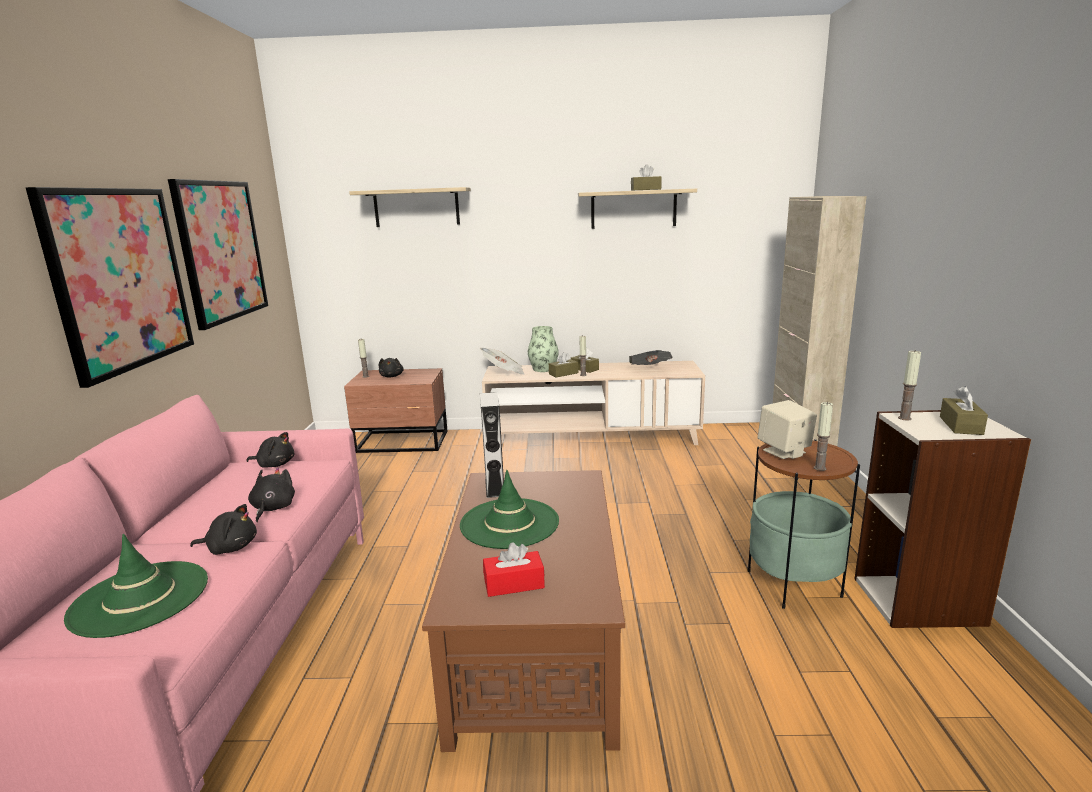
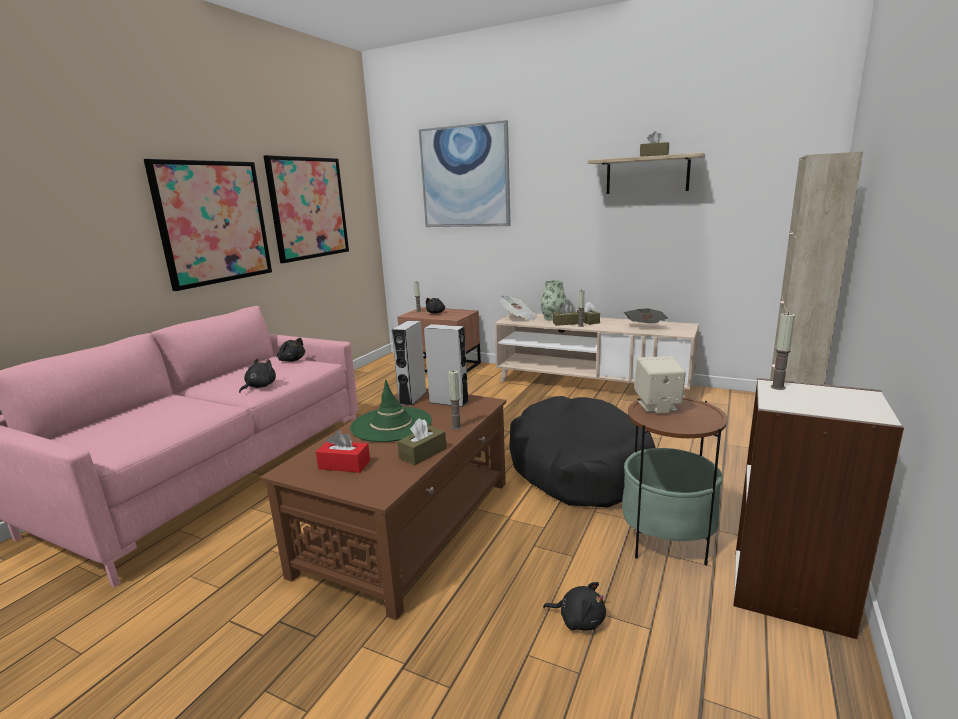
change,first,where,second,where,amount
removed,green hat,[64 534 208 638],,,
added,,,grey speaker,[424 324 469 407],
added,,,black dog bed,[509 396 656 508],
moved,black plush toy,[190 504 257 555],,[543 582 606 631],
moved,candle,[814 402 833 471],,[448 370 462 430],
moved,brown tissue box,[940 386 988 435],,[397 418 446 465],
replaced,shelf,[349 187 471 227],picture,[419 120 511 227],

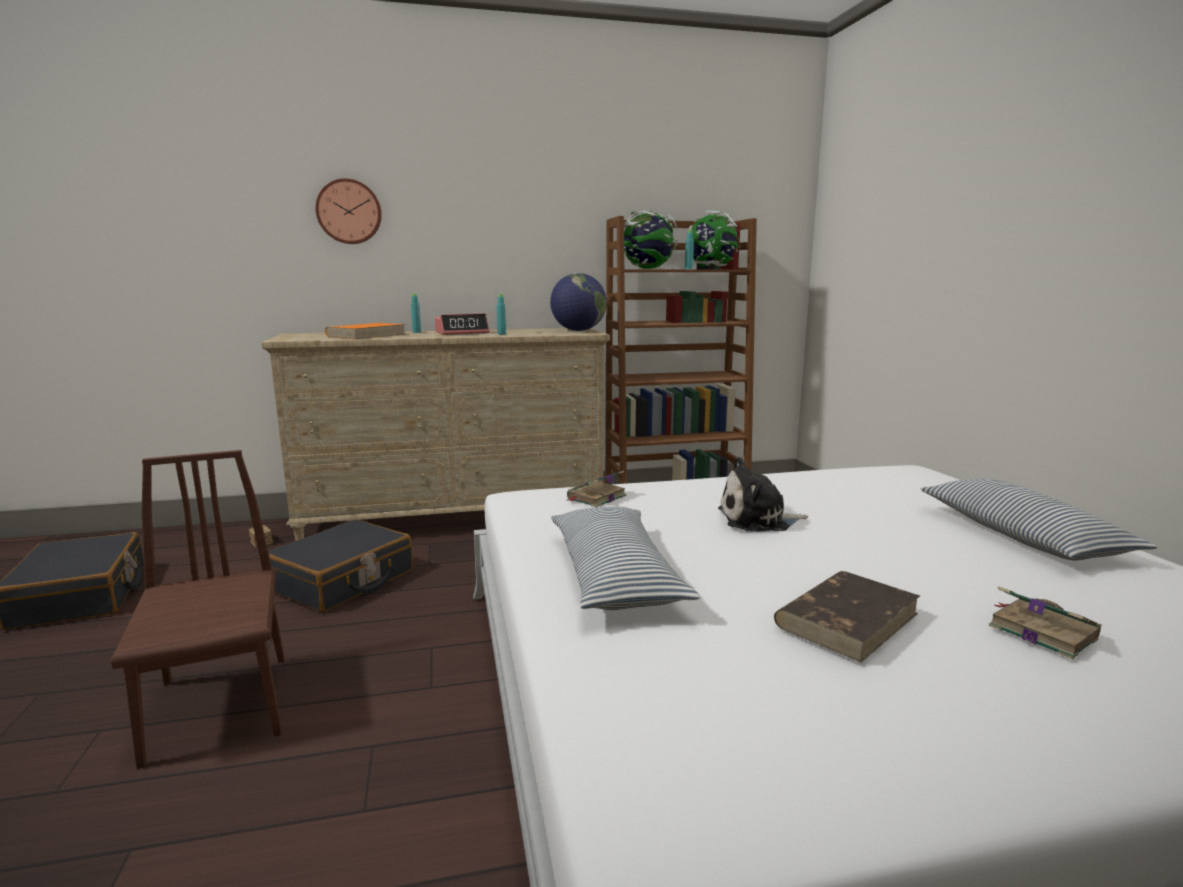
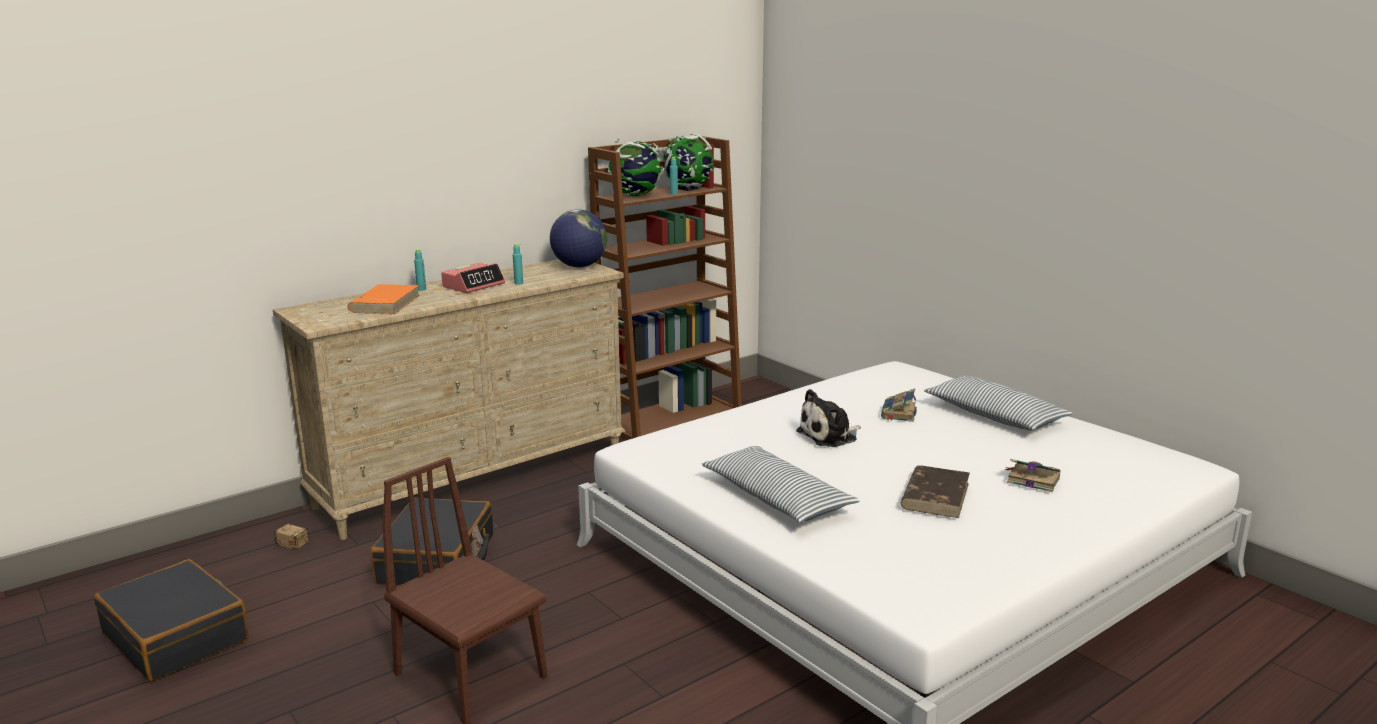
change,first,where,second,where,amount
removed,wall clock,[315 178 382 244],,,
moved,book,[567 470 627 508],,[881 388 917 422],

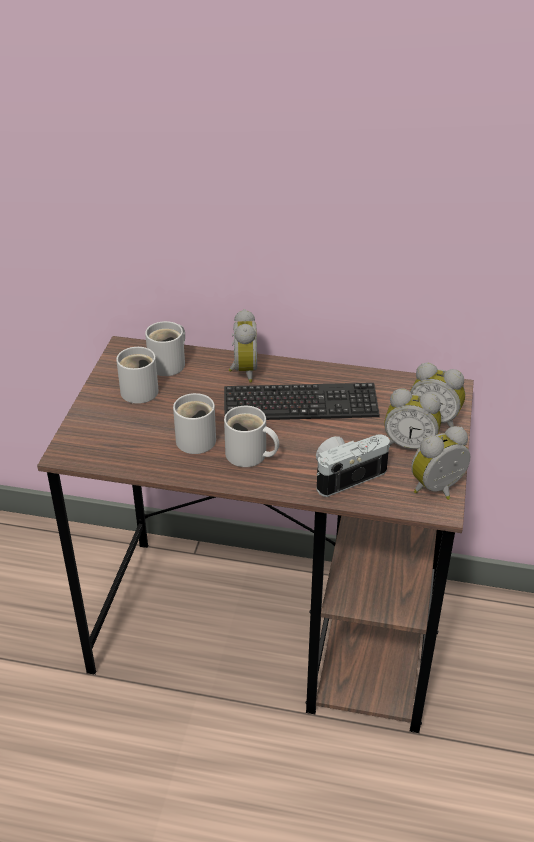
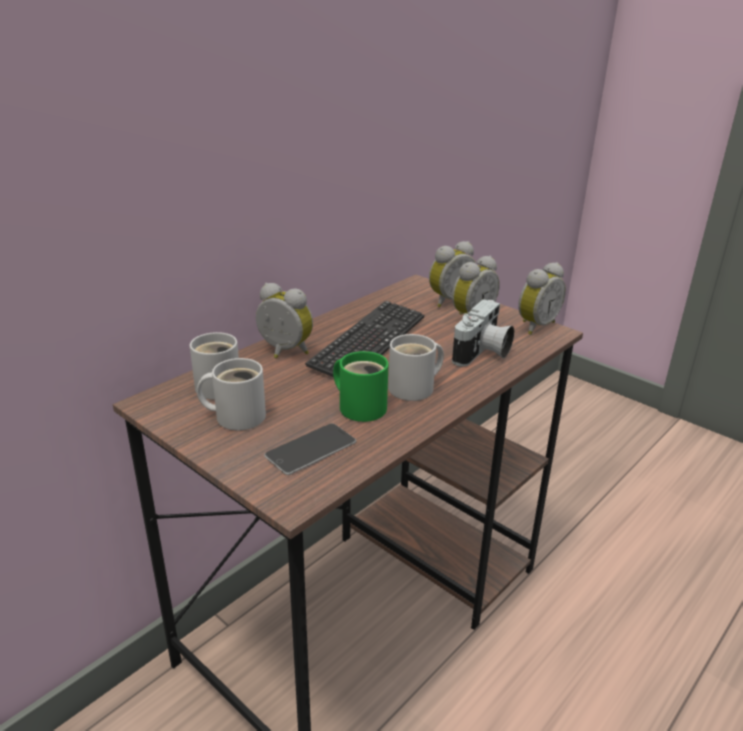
change,first,where,second,where,amount
added,,,phone,[264 423 356 475],
recoloured,white mug,[173 393 216 454],green mug,[333 351 389 422],
turned,photo camera,[316 434 390 497],,[452 299 514 366],150 degrees counterclockwise
turned,alarm clock,[411 426 470 500],,[518 262 566 335],135 degrees counterclockwise

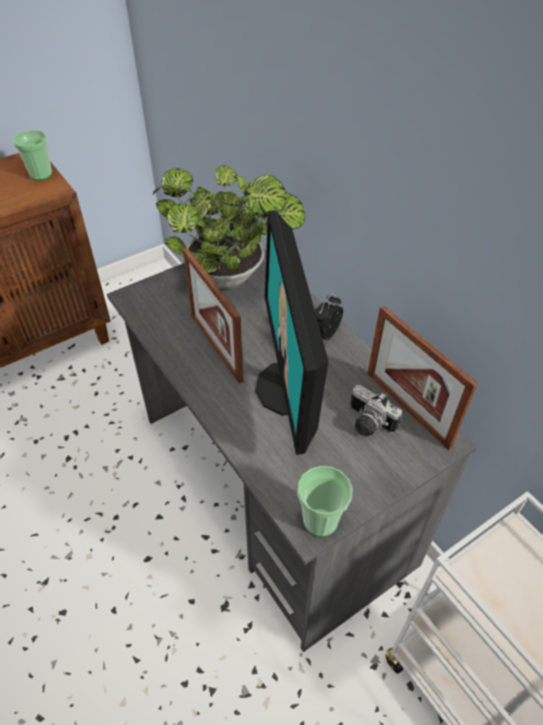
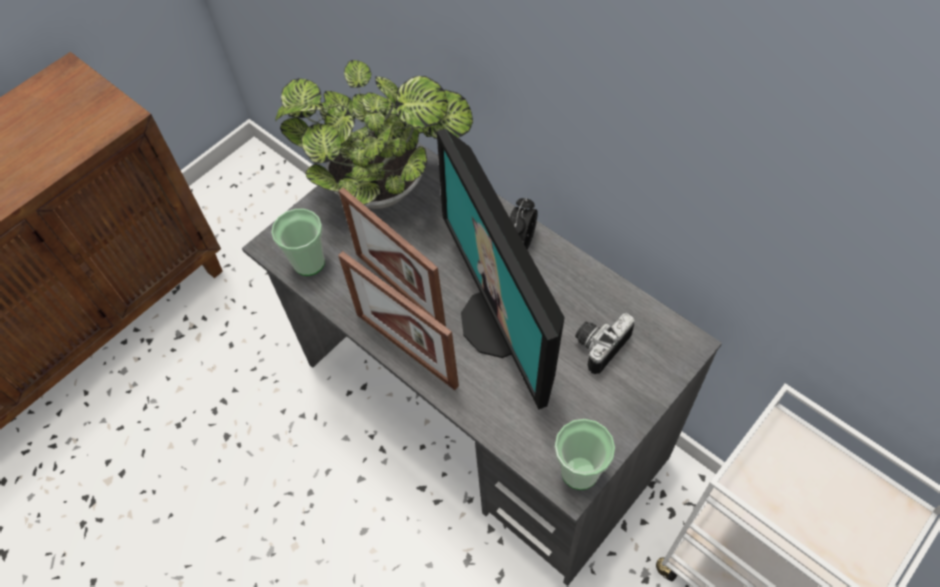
change,first,where,second,where,amount
moved,cup,[12 130 52 180],,[271 209 325 276],
moved,picture frame,[367 306 478 450],,[338 251 459 390],
turned,photo camera,[350 385 402 437],,[575 313 634 374],105 degrees clockwise

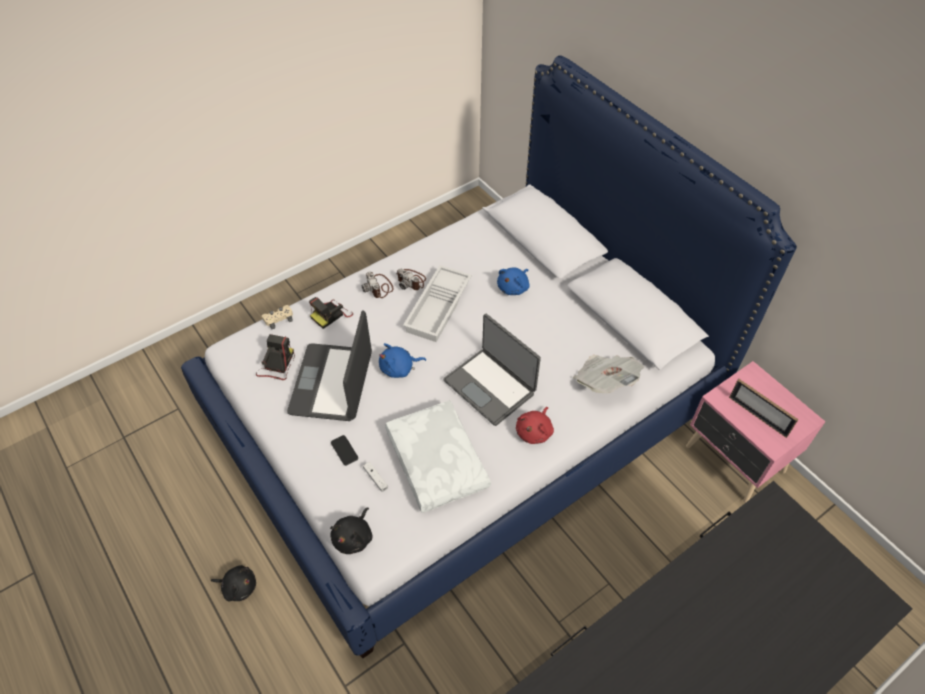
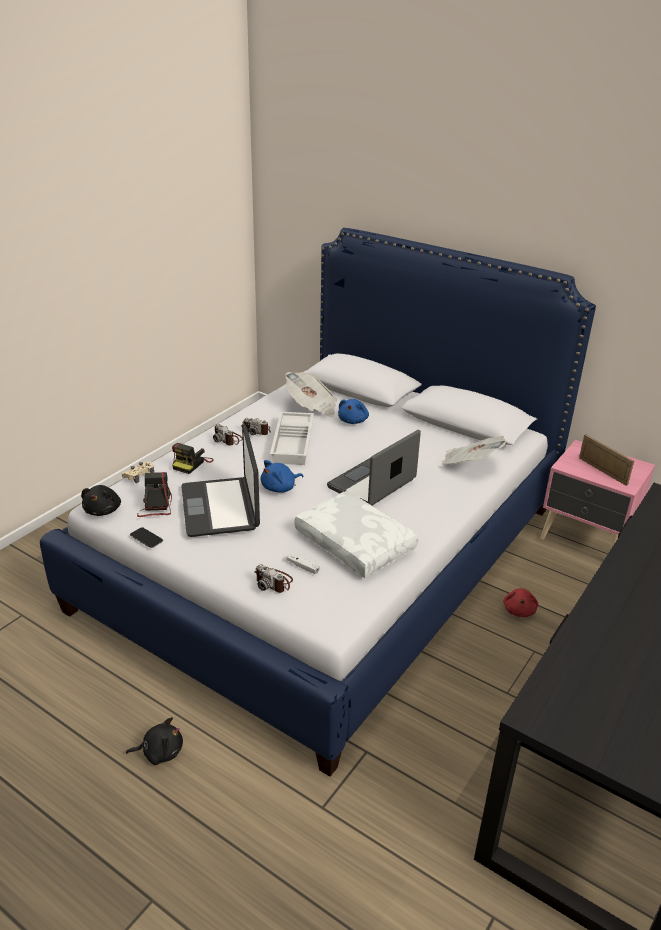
change,first,where,second,where,amount
added,,,photo camera,[254 564 293 593],
added,,,newspaper,[285 372 337 417],
moved,black plush toy,[330 508 373 554],,[81 485 121 516],
moved,phone,[331 435 358 466],,[130 527 163 548],
moved,red plush toy,[516 407 554 444],,[503 588 538 617],
turned,laptop,[443 314 541 426],,[327 430 421 505],105 degrees clockwise
turned,picture frame,[729 379 799 438],,[579 434 634 486],150 degrees counterclockwise

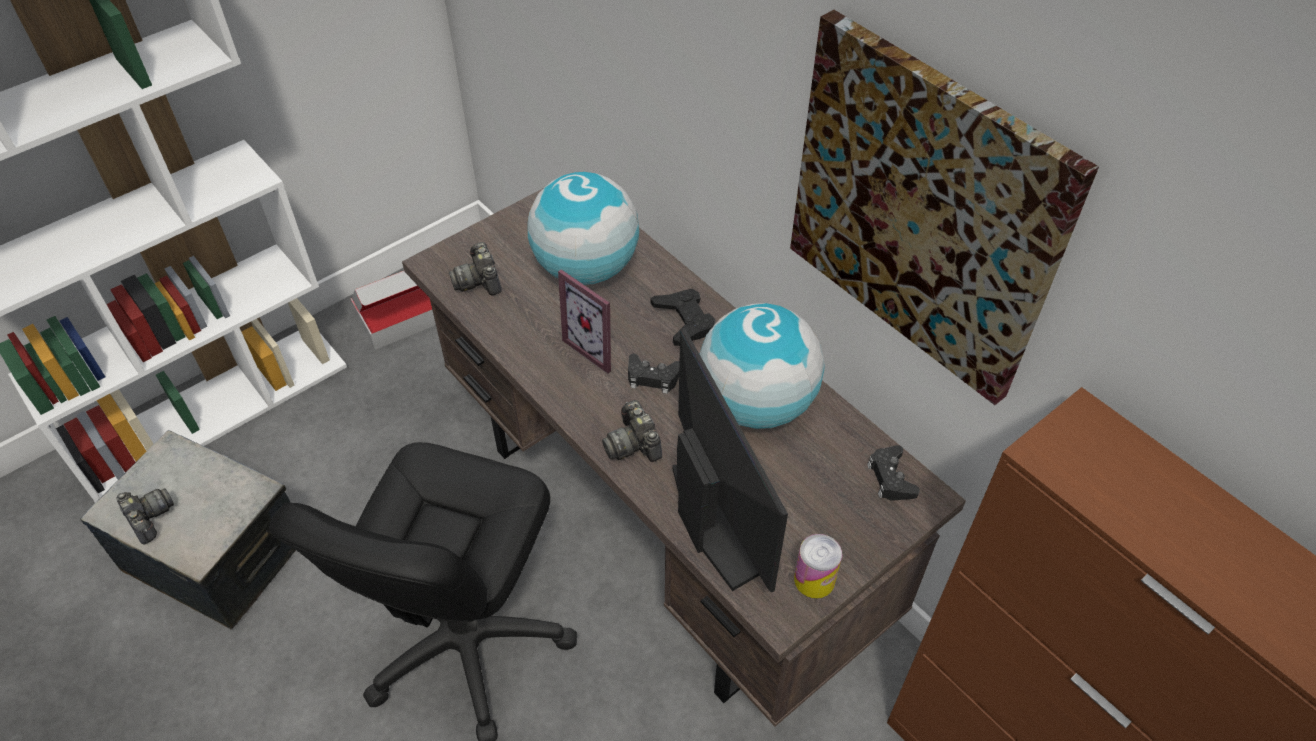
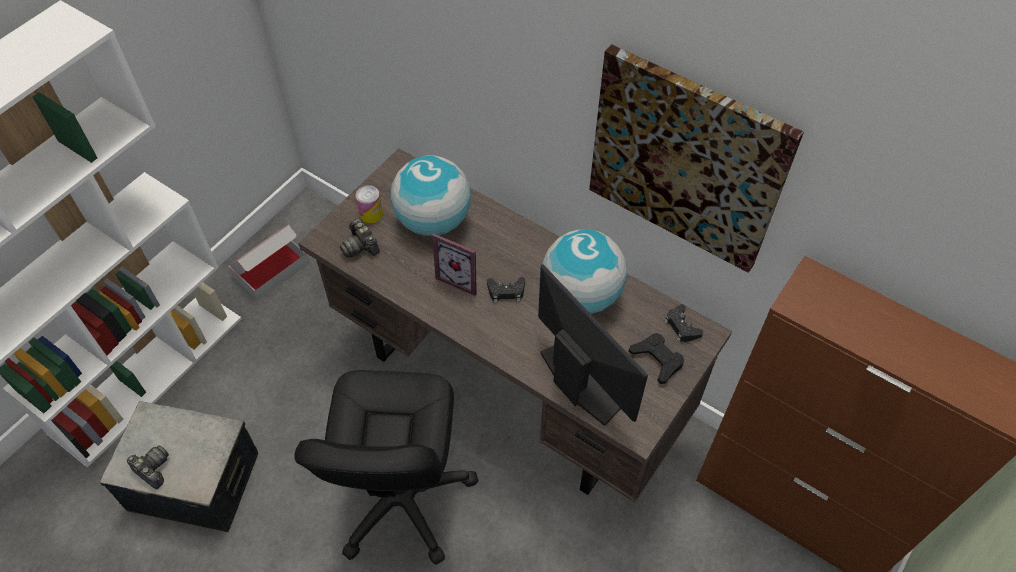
change,first,where,second,where,amount
removed,photo camera,[602 400 662 462],,,
moved,black game controller,[651 289 715 346],,[628 333 684 384],
moved,can,[794 534 842 599],,[356 185 383 224],

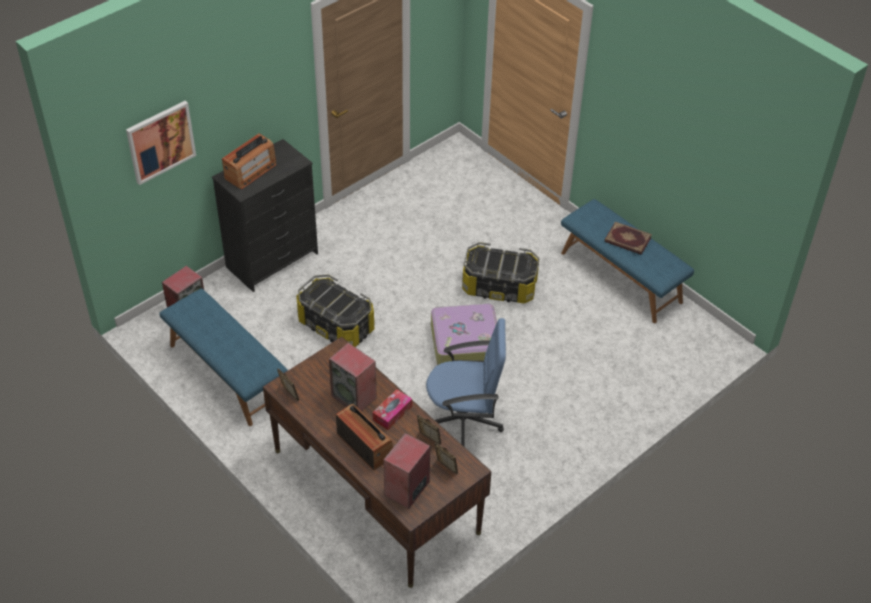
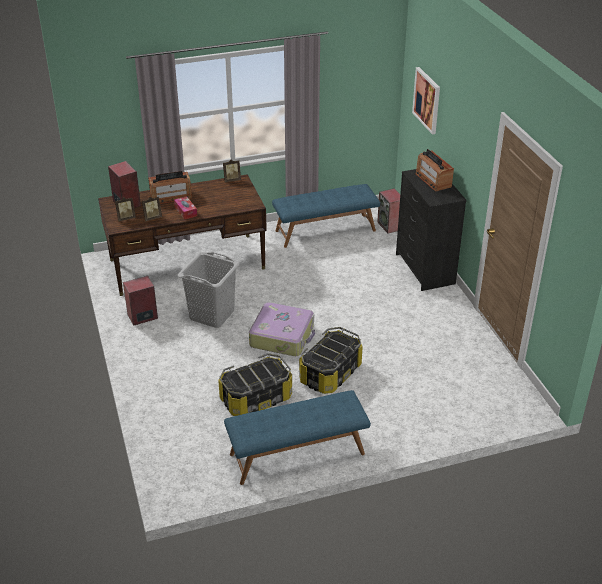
change,first,where,second,where,amount
removed,book,[605 222 652 255],,,
moved,storage box,[296 274 375 347],,[218 353 292 416],
moved,speaker,[329 343 377 411],,[123 276 158 326],
replaced,blue office chair,[426 318 506 446],grey laundry basket,[178 252 240 328],

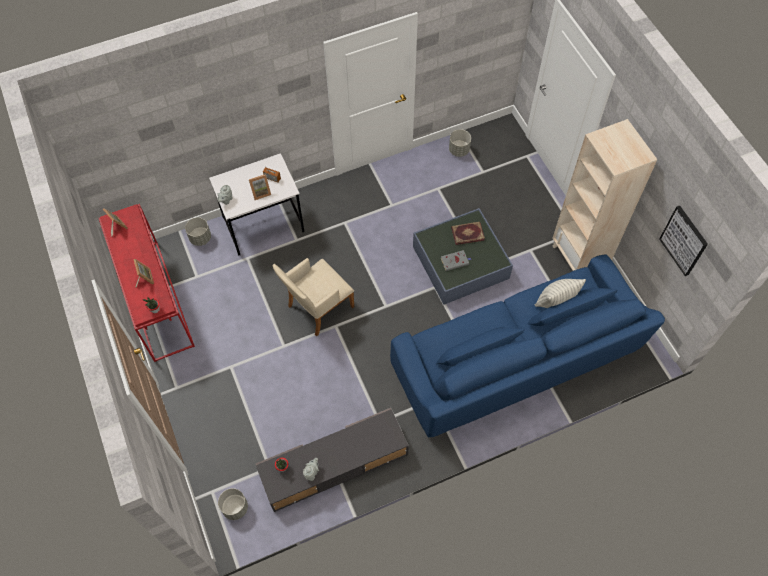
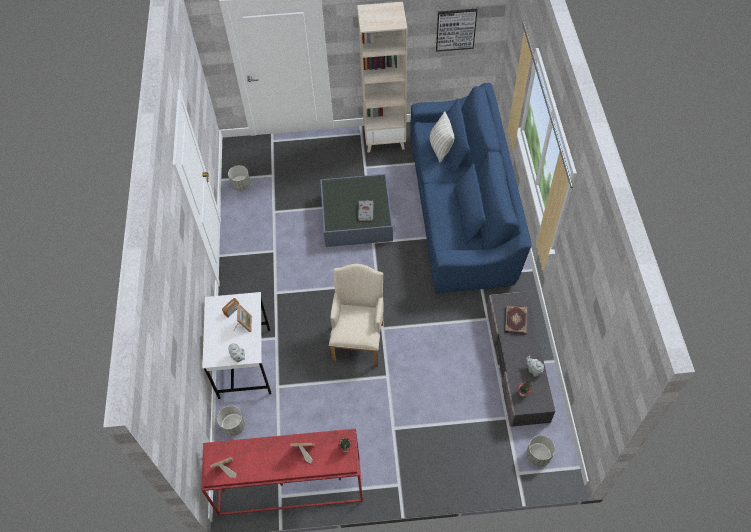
change,first,where,second,where,amount
moved,book,[451 222 485 245],,[504 305 528 335],
turned,beige armchair,[272 258 354 336],,[329 264 384 366],150 degrees counterclockwise

